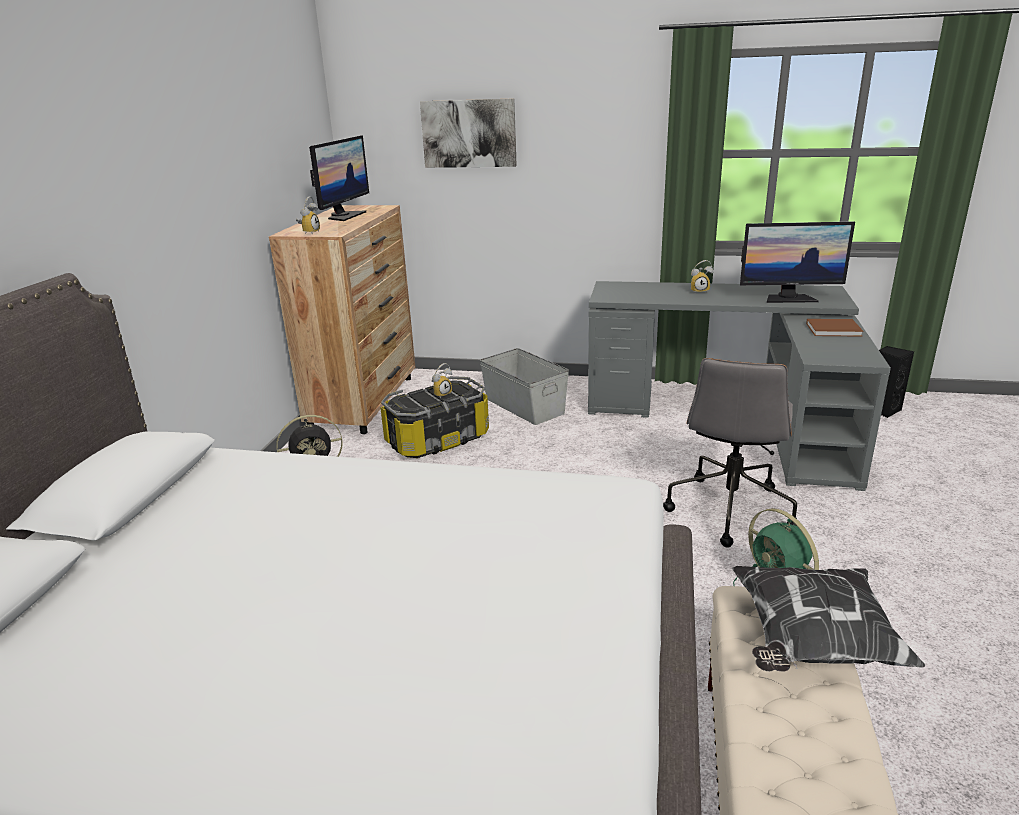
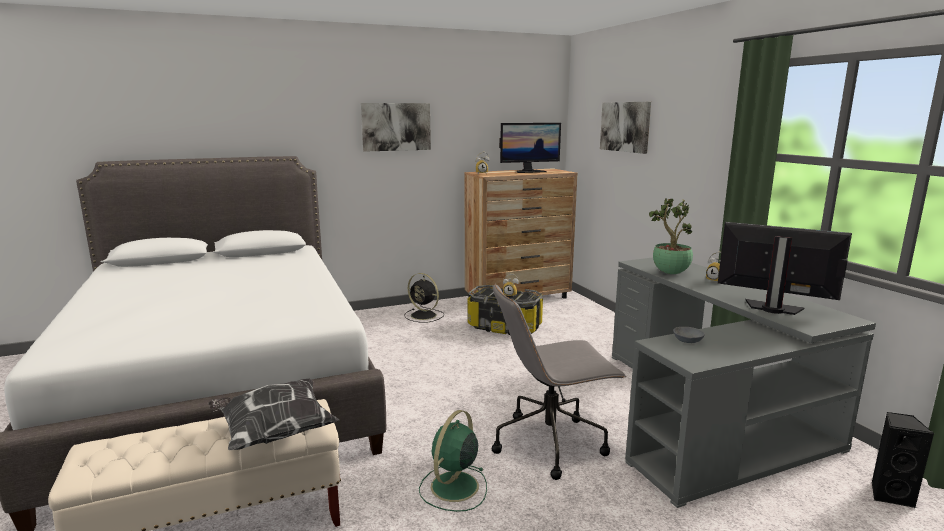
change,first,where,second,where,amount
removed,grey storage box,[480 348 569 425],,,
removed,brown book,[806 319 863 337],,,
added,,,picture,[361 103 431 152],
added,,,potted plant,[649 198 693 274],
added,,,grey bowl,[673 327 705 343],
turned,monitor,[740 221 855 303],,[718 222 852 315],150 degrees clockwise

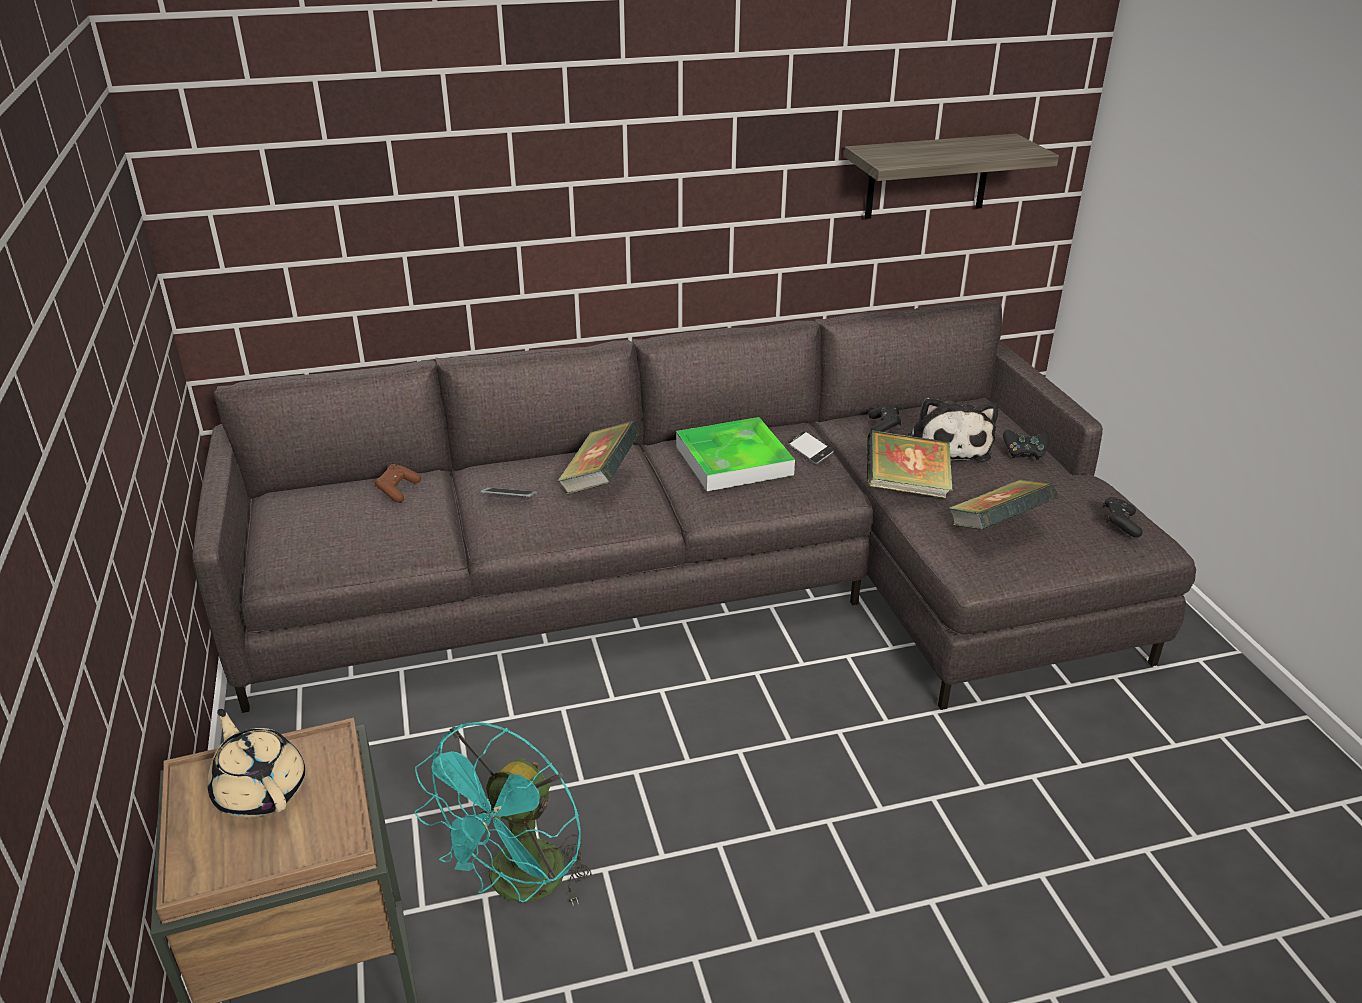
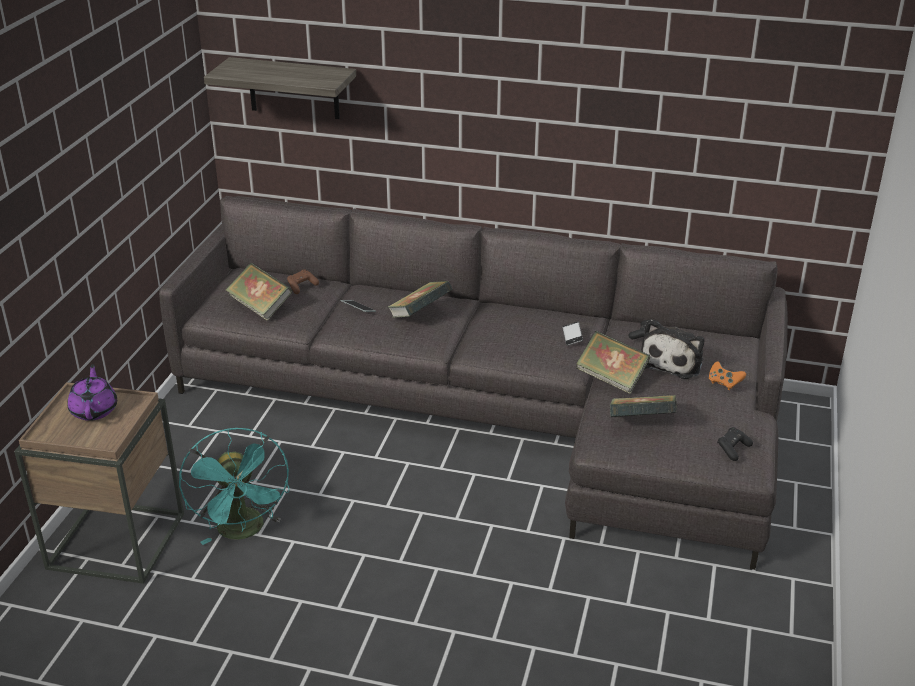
change,first,where,second,where,amount
removed,tray,[676 417 795 491],,,
added,,,book,[226 263 292 321],
moved,shelf,[844 134 1059 219],,[204 57 356 119],
recoloured,beige teapot,[207 709 305 818],purple teapot,[67 364 117 421],
recoloured,black game controller,[1003 430 1049 460],orange game controller,[709 361 746 390],
turned,turquoise fan,[415 722 592 906],,[179 428 289 545],75 degrees counterclockwise

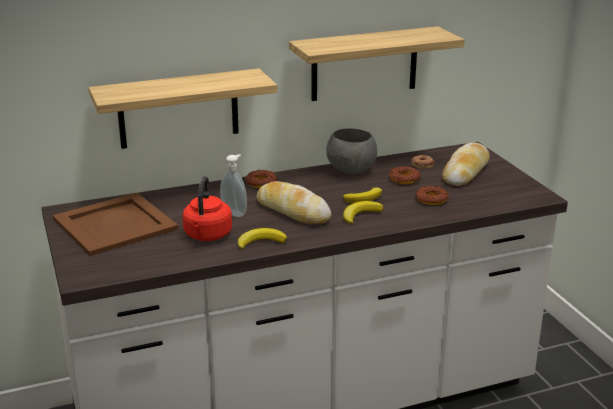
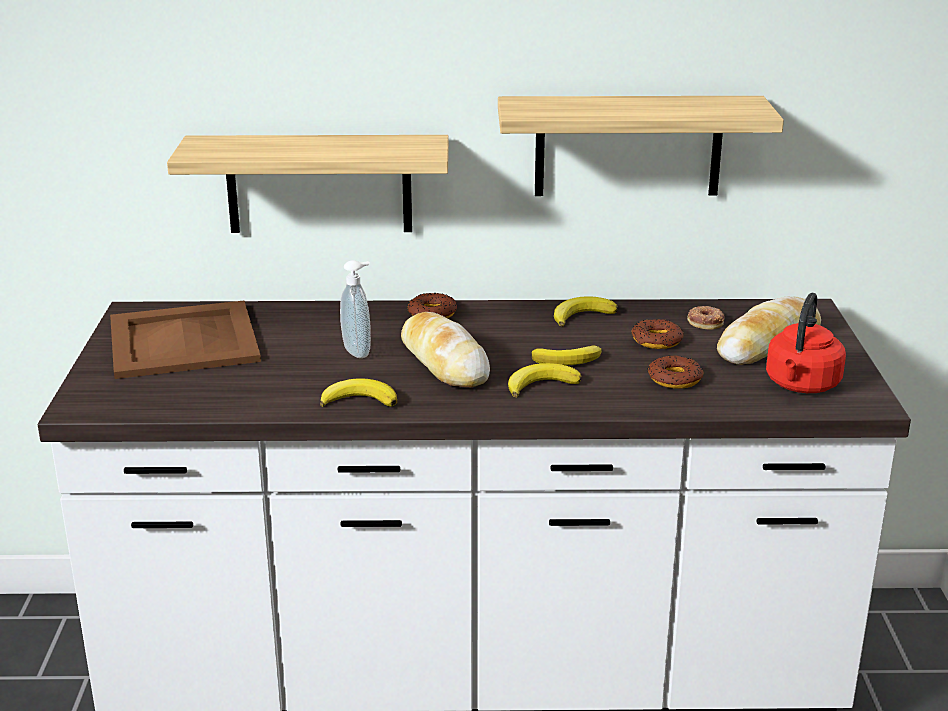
change,first,where,second,where,amount
moved,red kettle,[183 176 232 241],,[766 293 846 393],
replaced,grey bowl,[326 128 377 174],banana,[554 296 618 327],

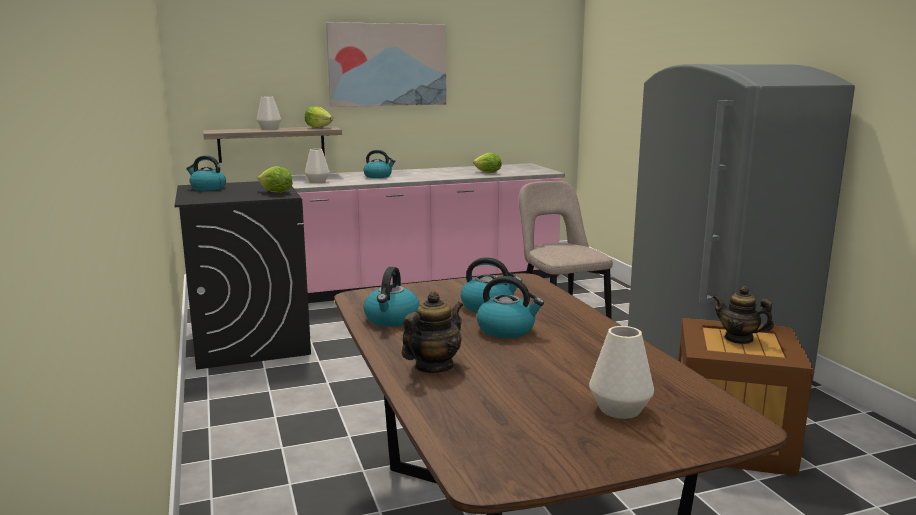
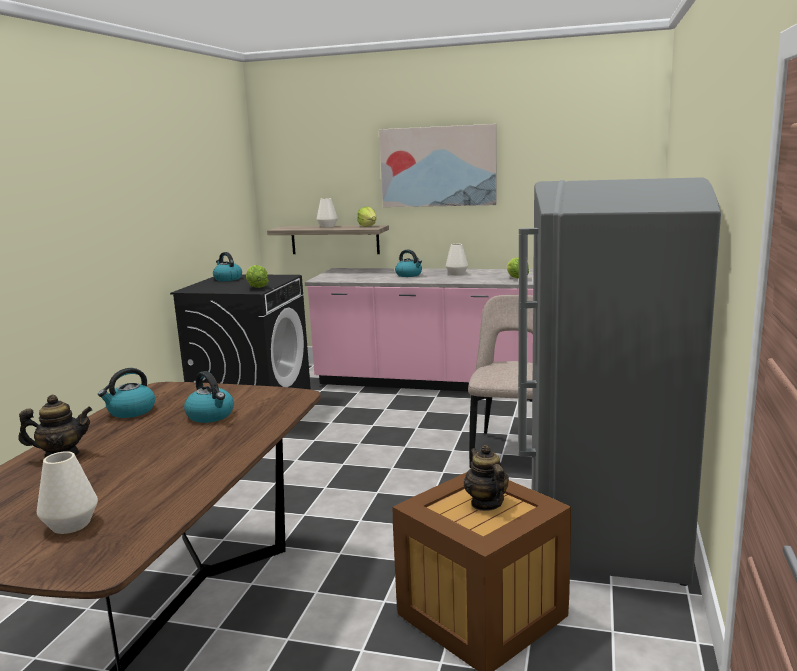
change,first,where,second,where,amount
removed,kettle,[477 276 544 338],,,
moved,white vase,[305 149 330 183],,[446 244 468 275],

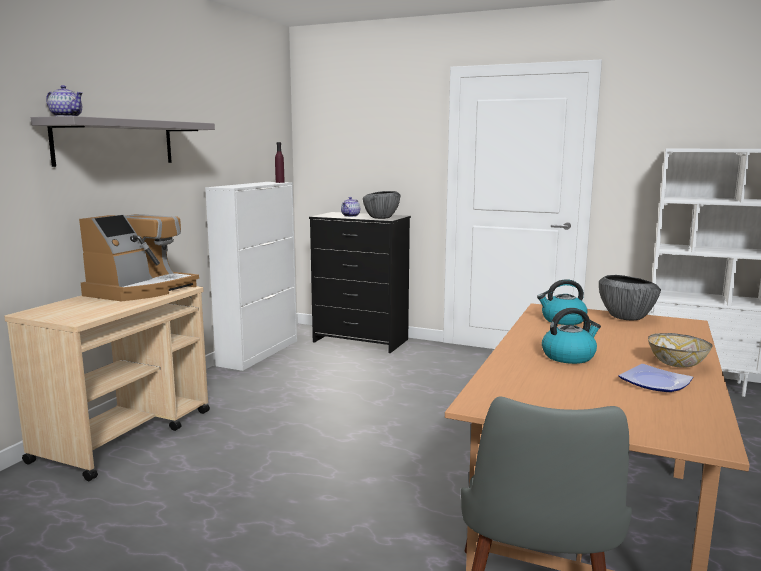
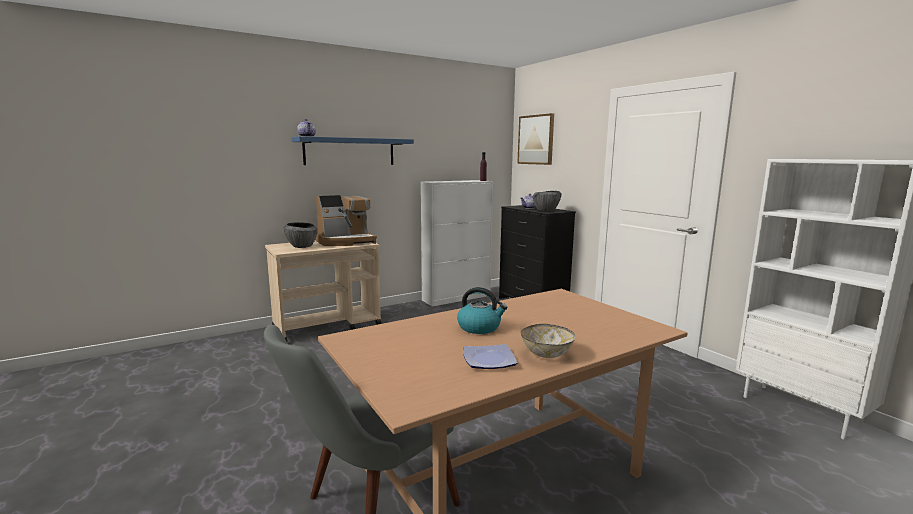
change,first,where,second,where,amount
removed,kettle,[537 279 588 325],,,
added,,,picture,[517 113 554 165],
moved,bowl,[599 275 661 320],,[284 222 318 248],
recoloured,grey shelf,[31 116 215 167],blue shelf,[291 136 414 165],

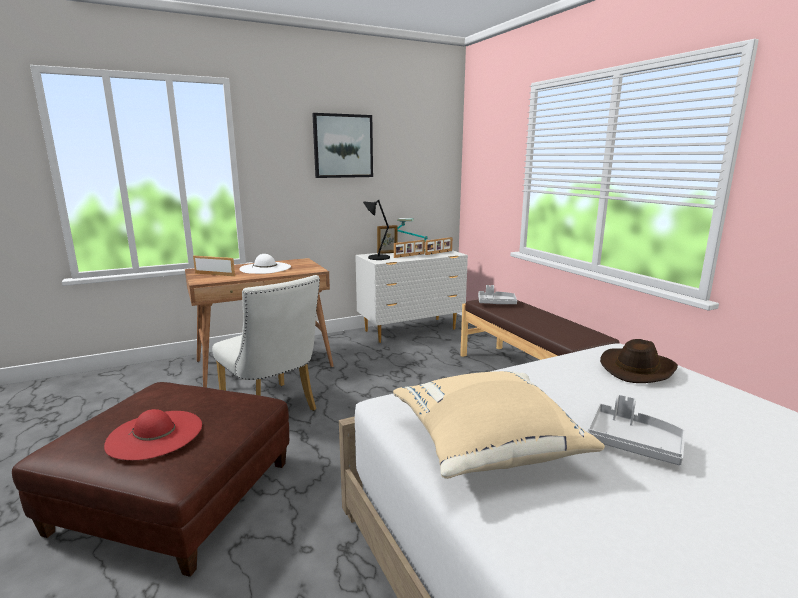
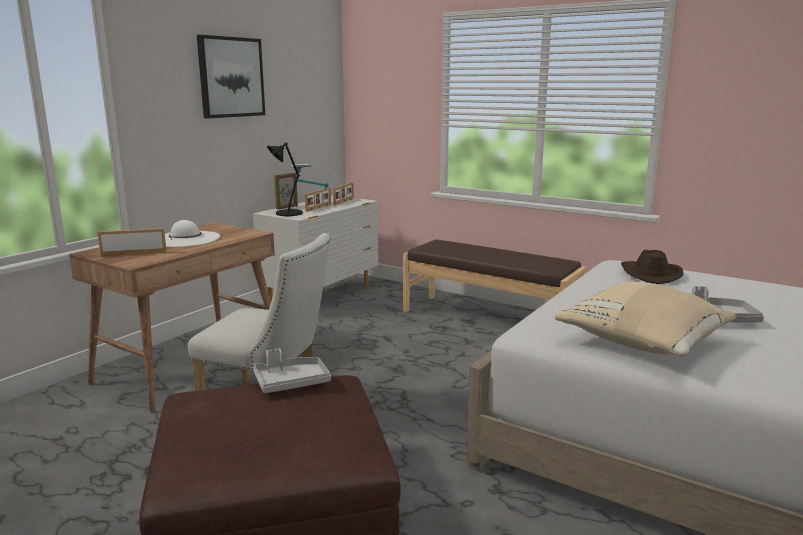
change,first,where,second,where,amount
removed,red hat,[104 409 202 460],,,
moved,grey tray,[478 285 517 304],,[253 349 331 393],

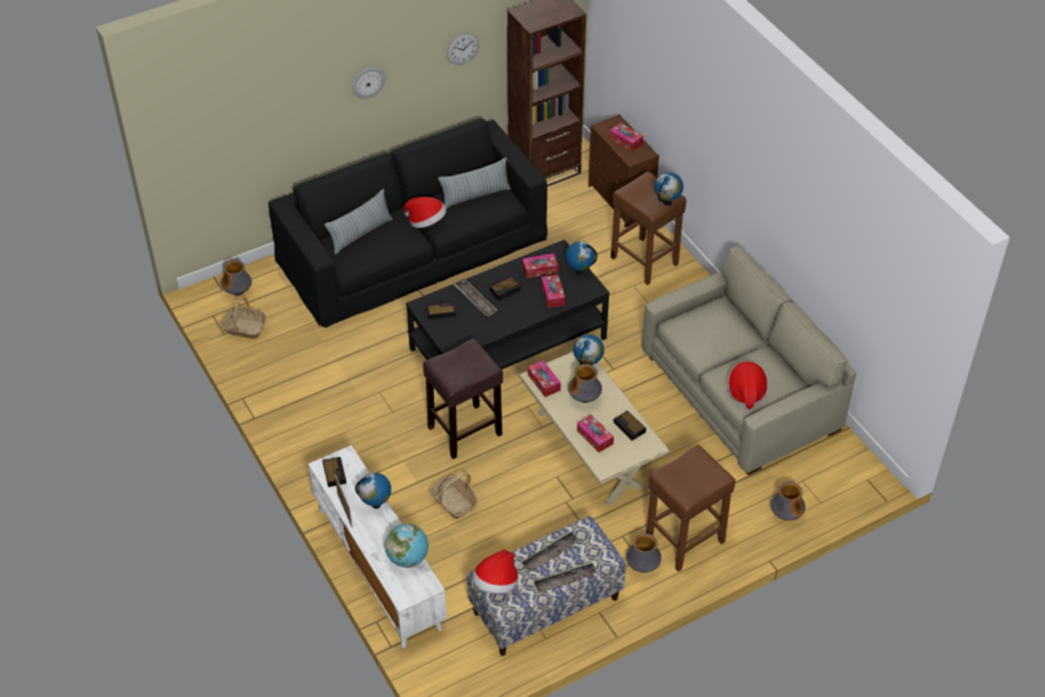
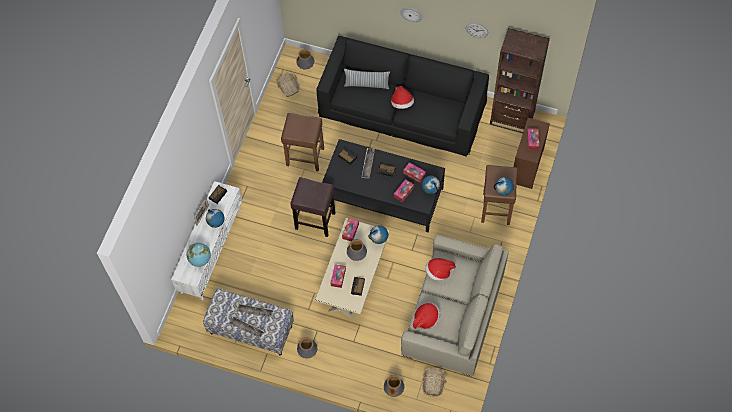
change,first,where,second,where,amount
removed,pillow,[438 158 511 209],,,
moved,basket,[430 474 478 519],,[422 368 447 397],
moved,hat,[472 550 518 594],,[425 258 456 281],
moved,brown stool,[646 445 735 572],,[281 113 324 172],

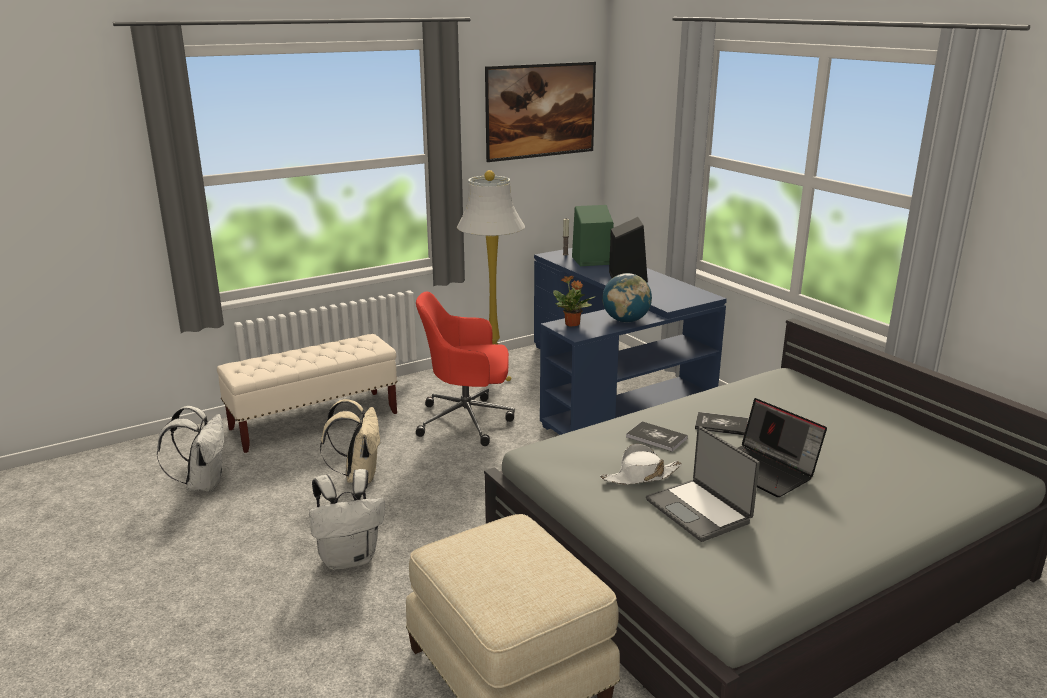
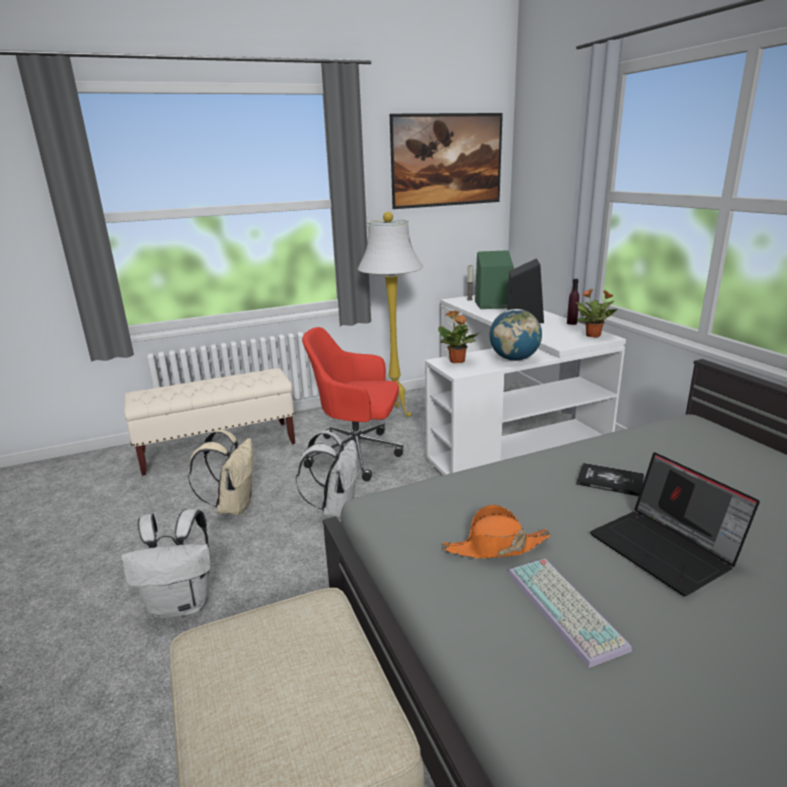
change,first,where,second,where,amount
removed,book,[626 421 688 452],,,
added,,,purple bottle,[567 279 579 325],
added,,,potted plant,[576 289 618 338],
moved,white backpack,[157 406 224 492],,[296 431 359 518],
replaced,laptop,[646 426 760 542],keyboard,[508 559 632 668],
recoloured,blue desk,[534 248 727 435],white desk,[425 295 626 475],
recoloured,white hat,[600 444 682 485],orange hat,[442 504 551 559],

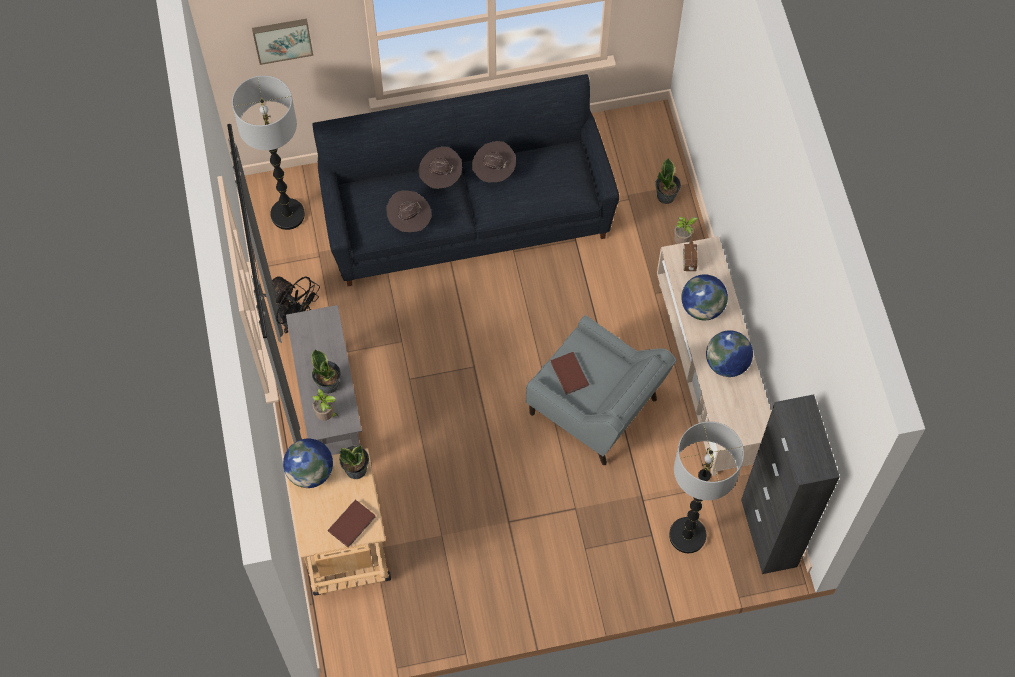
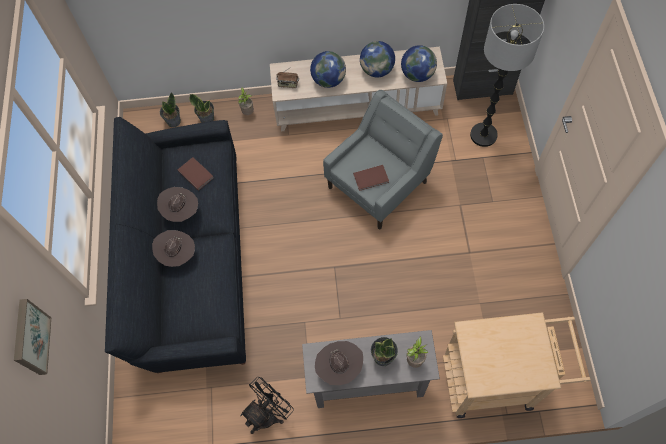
change,first,where,second,where,amount
removed,floor lamp,[232 75 305 230],,,
moved,globe,[283 439 333 488],,[401 45 437 82],
moved,brown book,[328 500 375 548],,[178 157 214 191],
moved,potted plant,[339 445 369 479],,[160 92 181 127],
moved,brown hat,[386 191 431 232],,[315 341 363 385],

